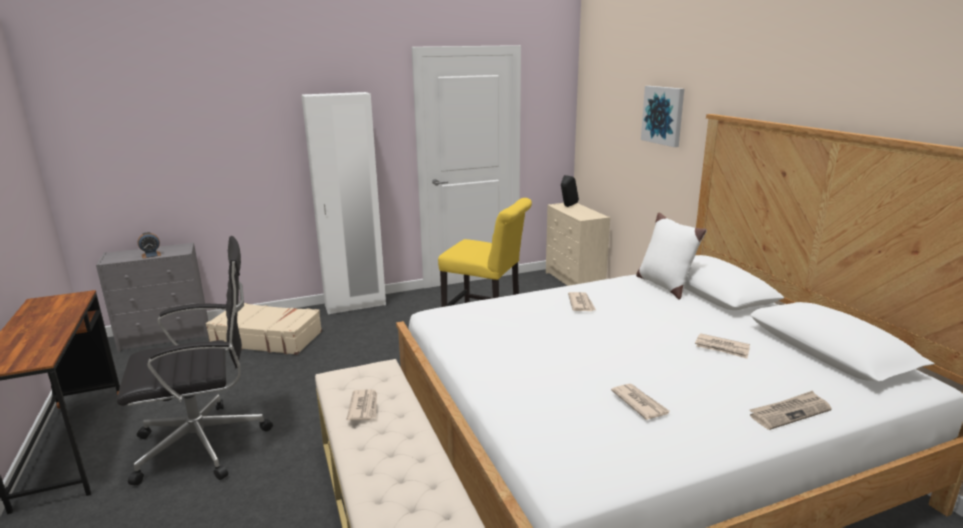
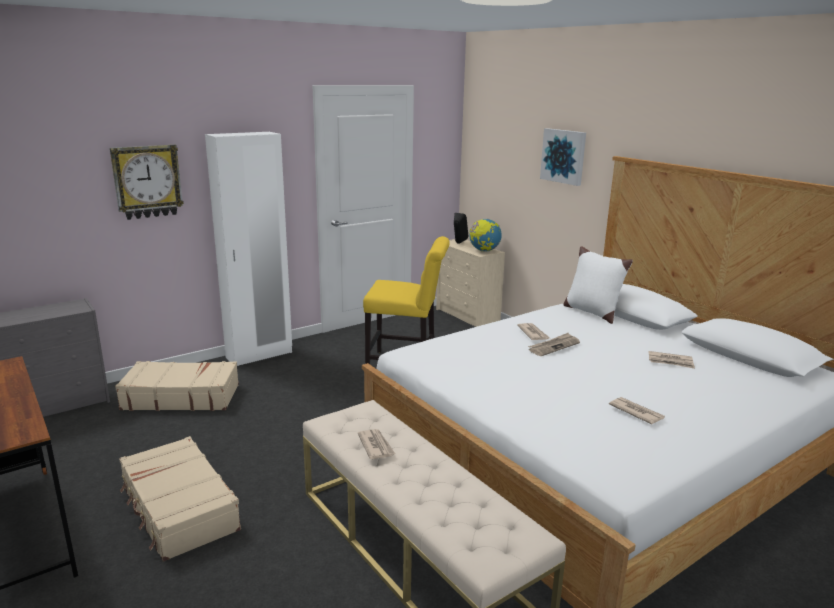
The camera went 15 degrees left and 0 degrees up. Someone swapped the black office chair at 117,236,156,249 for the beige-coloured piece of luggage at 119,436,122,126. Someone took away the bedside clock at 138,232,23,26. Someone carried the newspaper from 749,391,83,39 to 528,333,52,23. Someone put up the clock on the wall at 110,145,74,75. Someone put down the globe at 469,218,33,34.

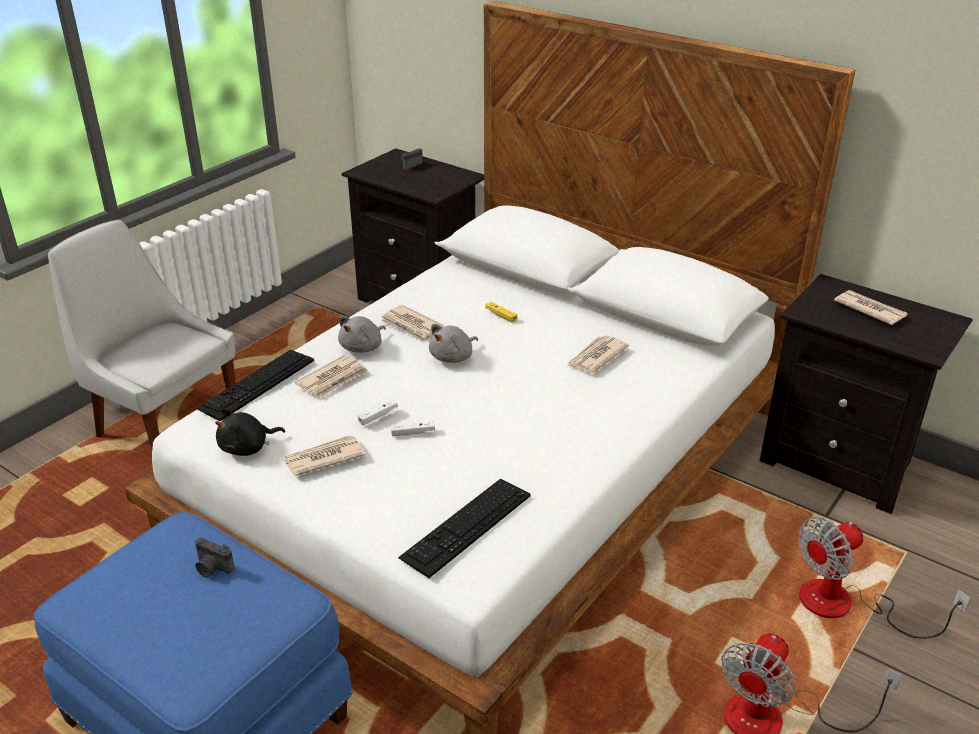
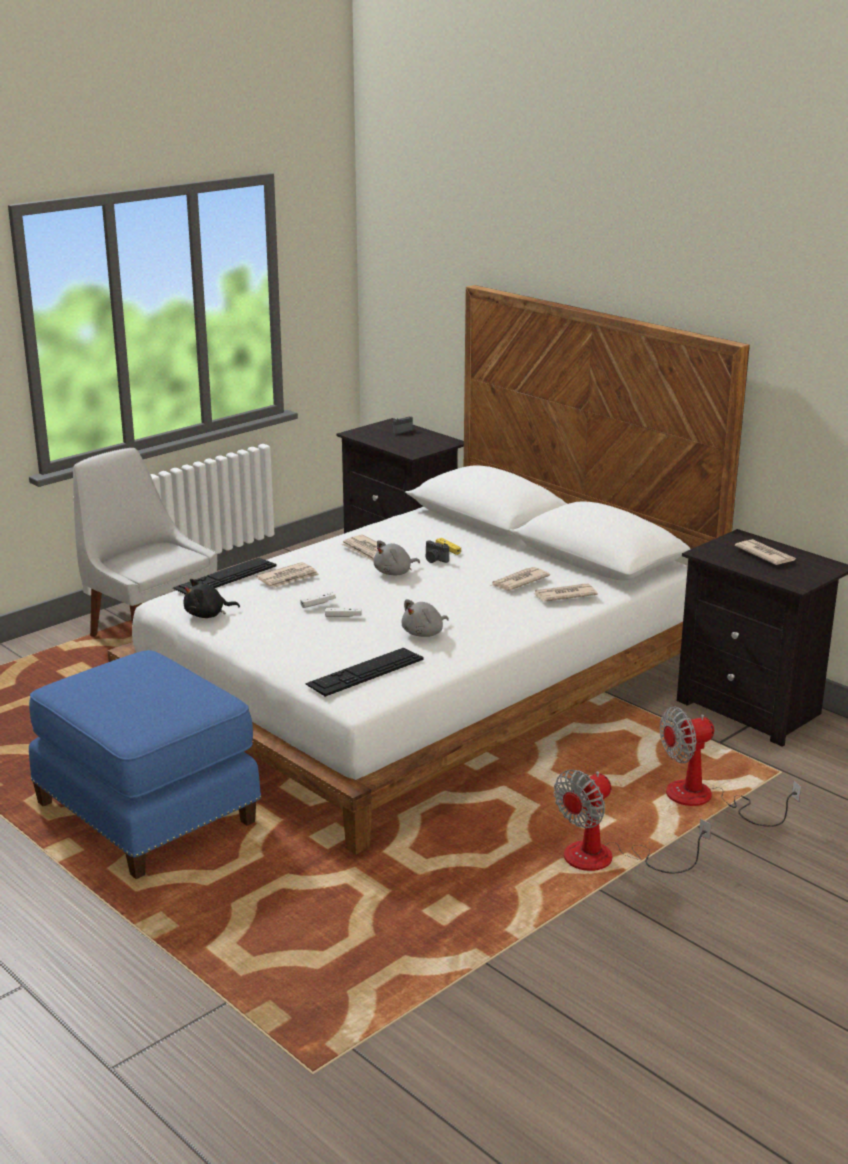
The camera went 10 degrees right and 10 degrees down. Someone carried the still camera from 195,538,40,40 to 425,541,24,22. Someone carried the newspaper from 283,435,83,41 to 534,584,64,18. Someone carried the gray soft toy from 338,316,48,37 to 401,599,48,38.

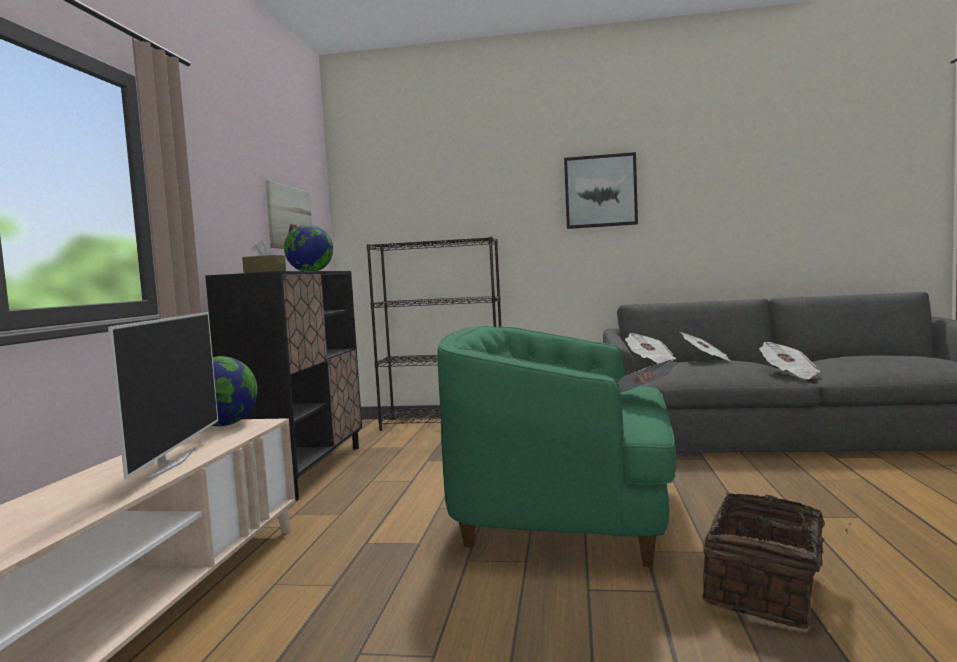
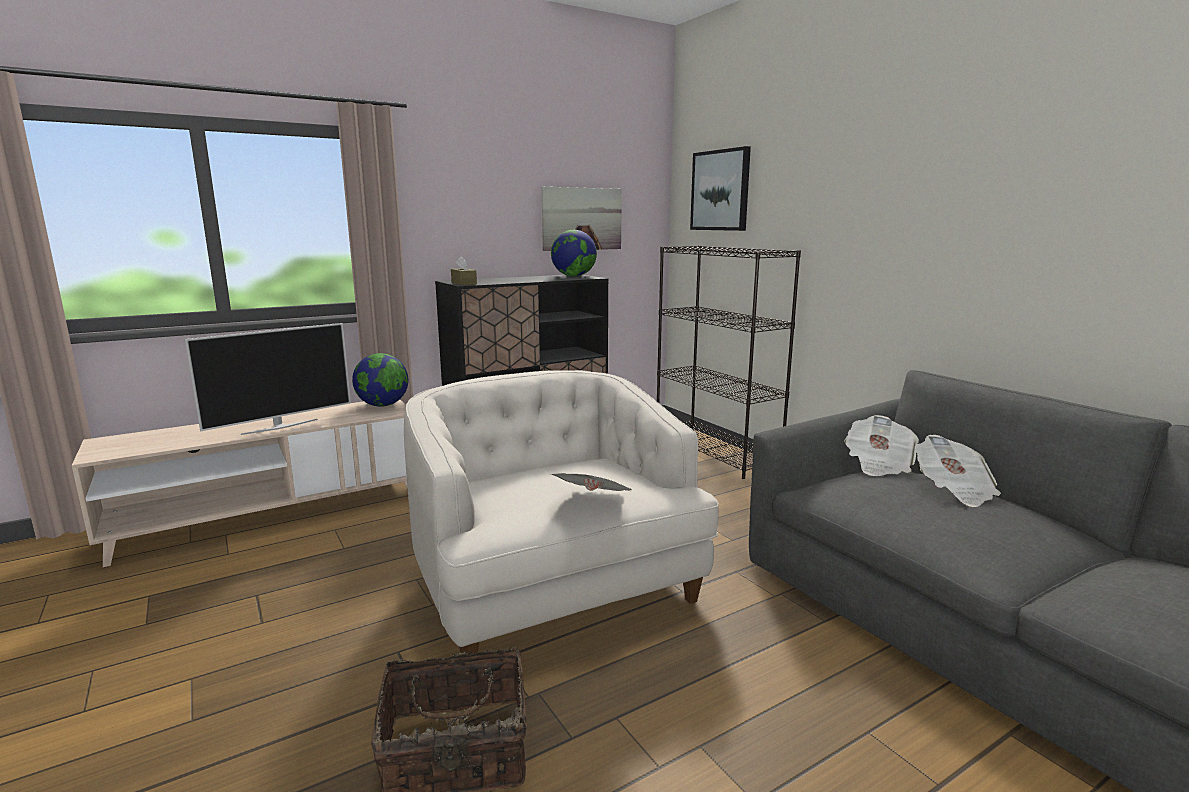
The camera went 50 degrees right and 10 degrees up. Someone repainted the green-coloured lounge chair at 437,326,239,241, which became the whitish lounge chair at 404,370,315,284. Someone carried the wall picture from 564,152,74,77 to 690,146,61,85. Someone took away the newspaper at 759,342,61,37.

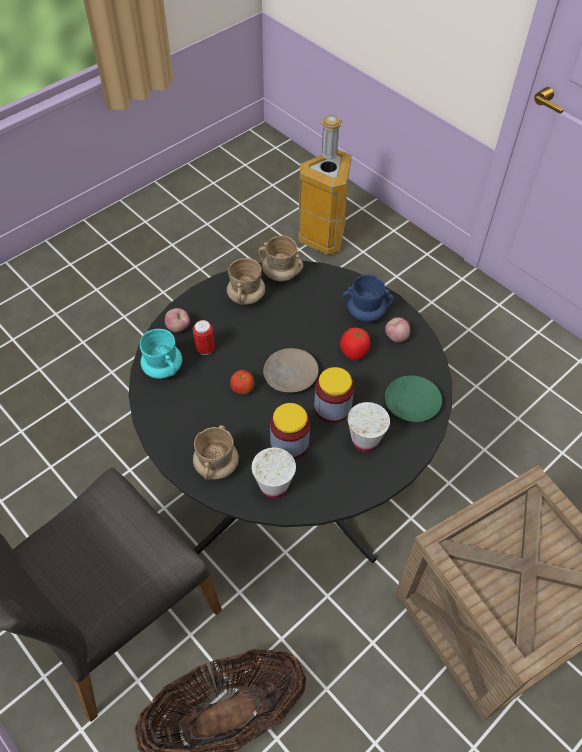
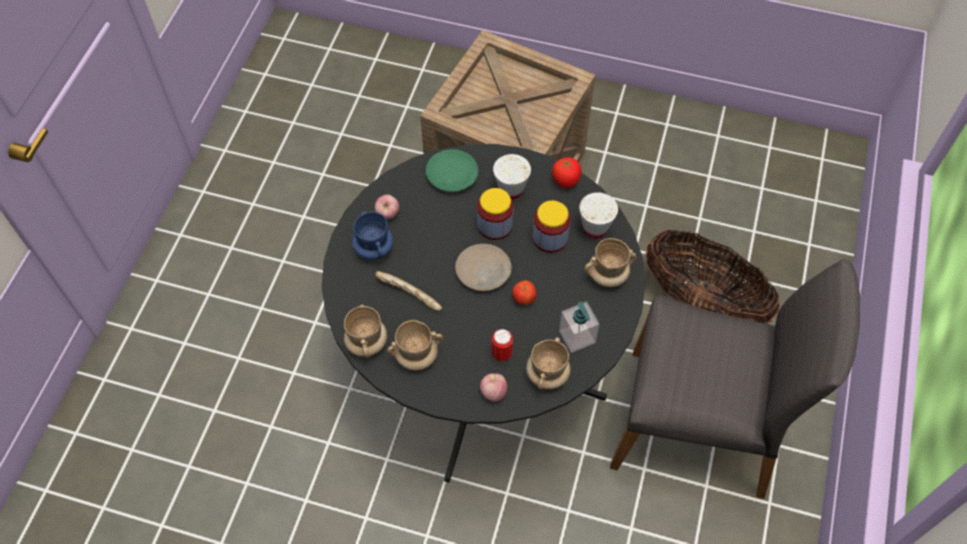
The camera went 120 degrees left and 5 degrees up. Someone repainted the turquoise-coloured coffee mug at 140,329,42,50, which became the beige-coloured coffee mug at 526,338,45,51. Someone took away the trash can at 298,115,54,140. Someone carried the whole tomato from 340,328,30,32 to 552,157,30,31. Someone put down the baked bread at 375,271,67,40. Someone put down the soap bottle at 559,301,40,52.

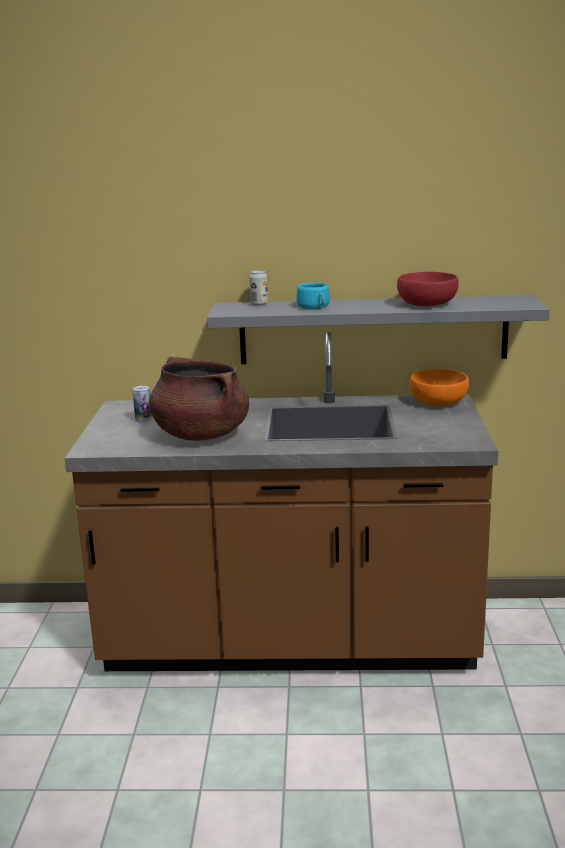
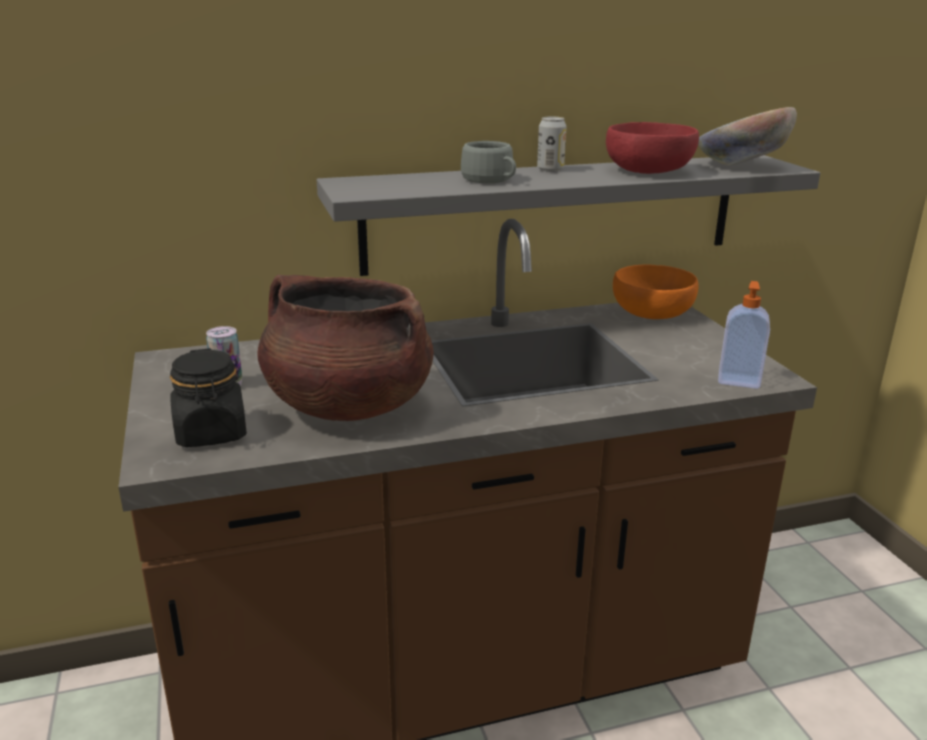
The camera went 20 degrees left and 5 degrees up. Someone carried the metal can from 249,270,19,36 to 537,116,30,56. Someone repainted the turquoise-coloured small cup at 297,282,33,27, which became the gray small cup at 461,141,55,42. Someone put down the black jar at 170,348,77,99. Someone put down the bowl at 698,107,99,58. Someone put down the soap bottle at 718,281,52,108.

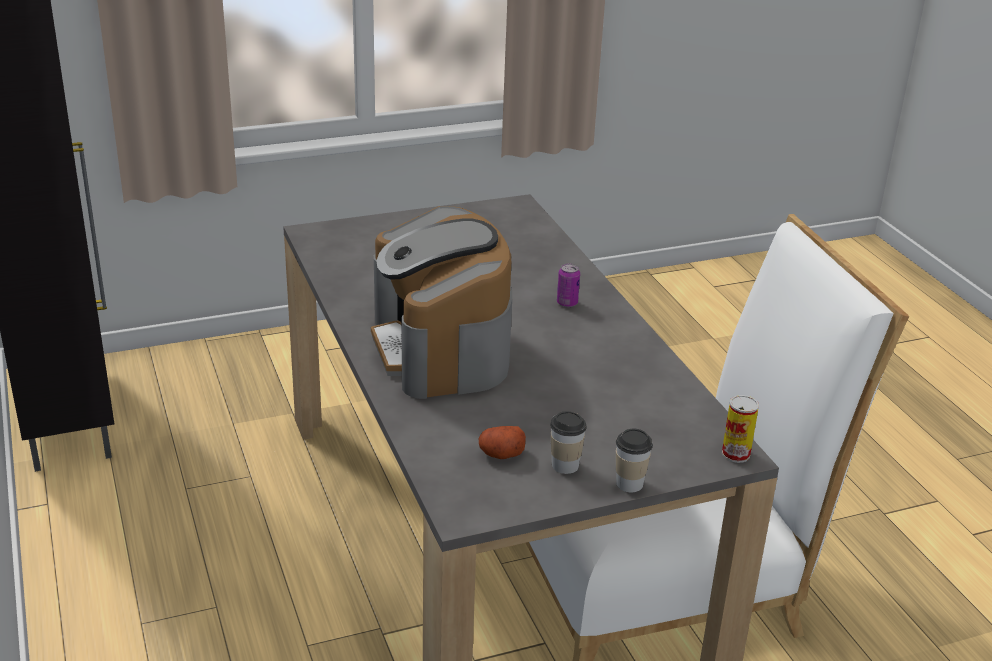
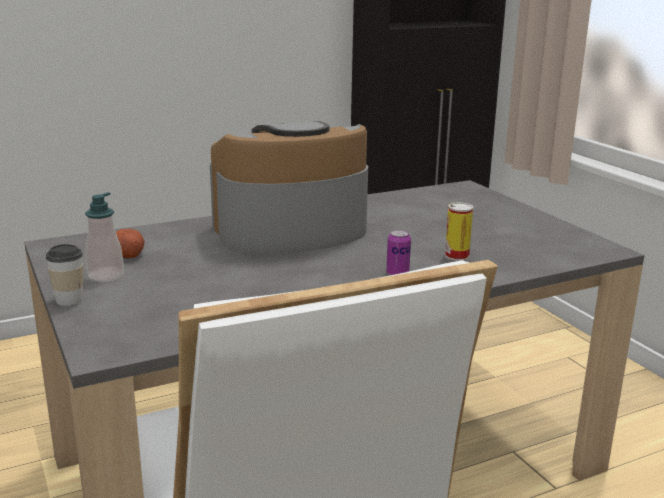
The camera went 85 degrees right and 10 degrees down. Someone swapped the small cup at 550,411,37,63 for the soap bottle at 85,192,39,90. Someone carried the metal can from 722,395,37,68 to 445,202,28,59.

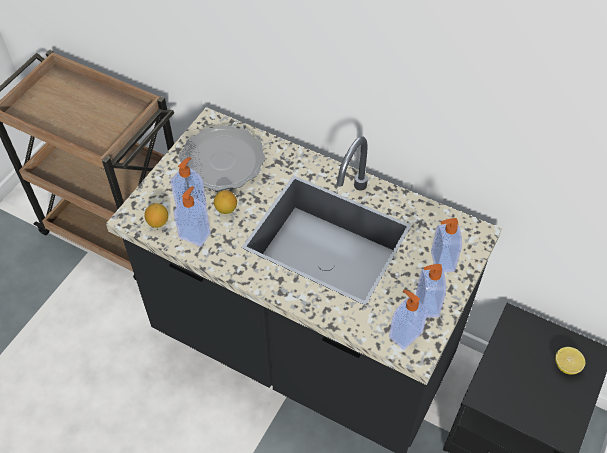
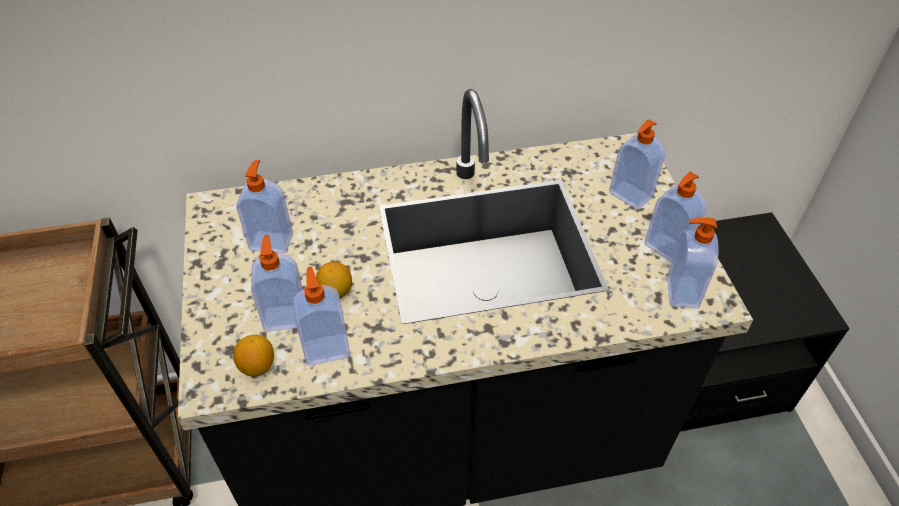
The camera went 40 degrees left and 5 degrees down. Someone swapped the plate at 179,125,86,66 for the soap bottle at 236,160,57,94. Someone took away the citrus fruit at 555,347,30,27.

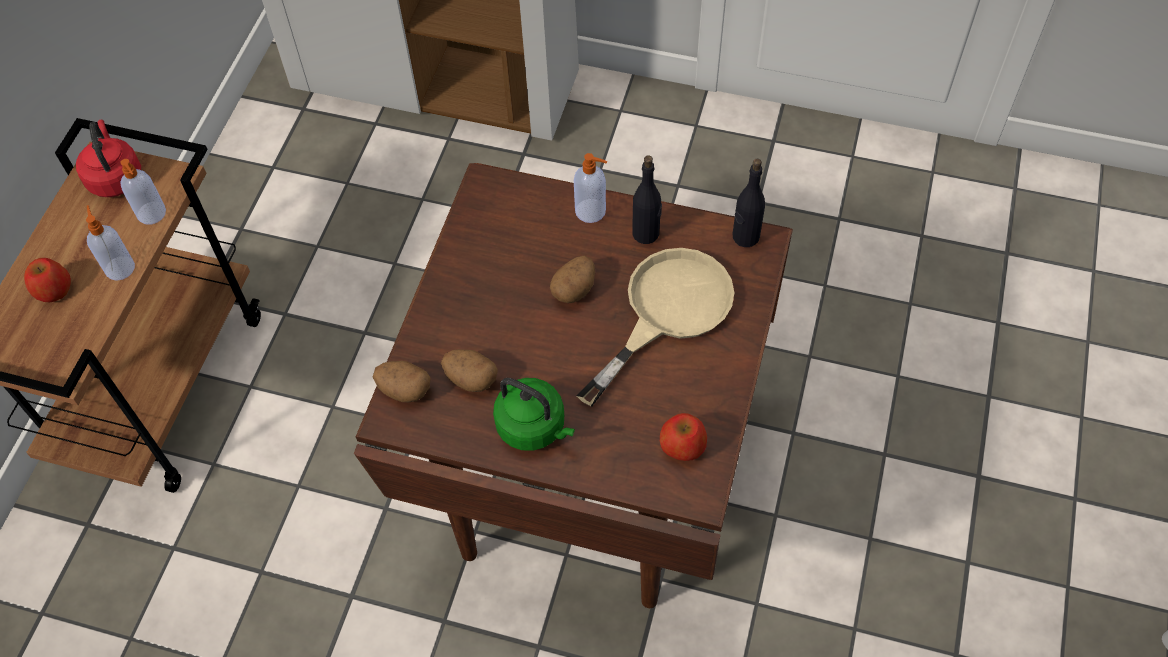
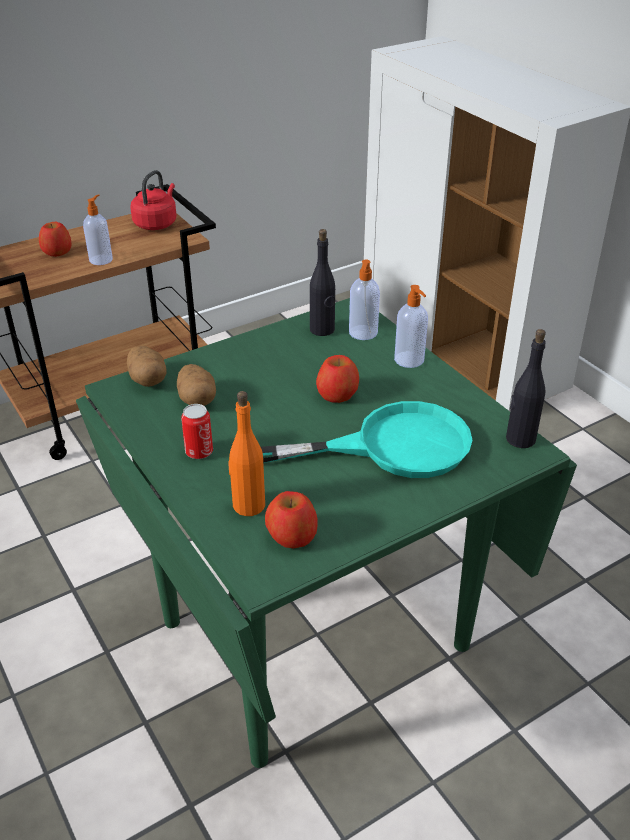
The camera went 40 degrees right and 20 degrees down. Someone carried the soap bottle from 120,159,46,66 to 349,260,31,80. Someone repainted the brownish kitchen table at 354,163,439,445, which became the green-coloured kitchen table at 76,298,501,470. Someone swapped the green-coloured kettle at 493,378,82,73 for the metal can at 181,404,32,55. Someone swapped the whole potato at 550,256,45,47 for the whole apple at 316,355,43,48. Someone repainted the beige-coloured pan at 577,248,157,159, which became the turquoise-coloured pan at 261,401,211,77. Someone carried the black drink bottle from 632,155,30,89 to 310,229,25,107. Someone put down the orangey drink bottle at 228,391,37,125.

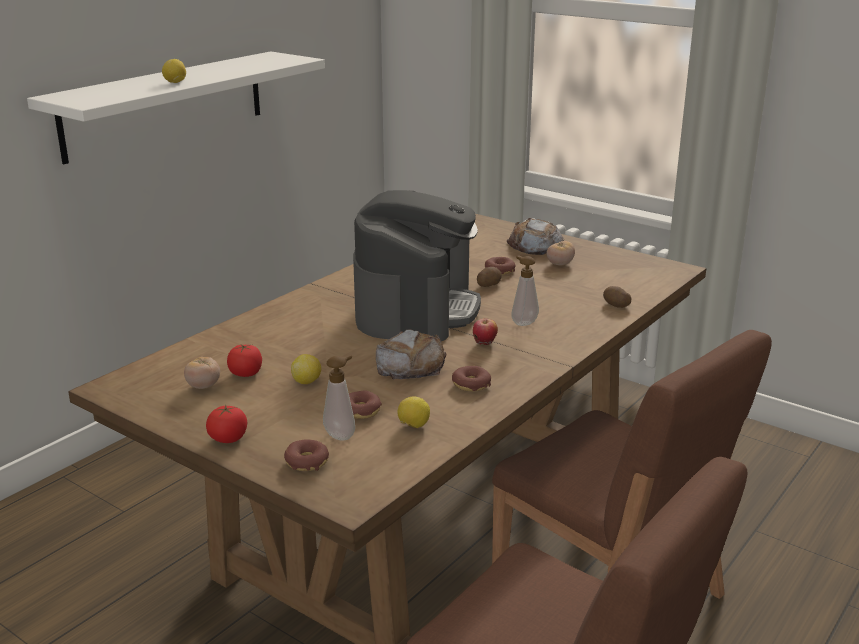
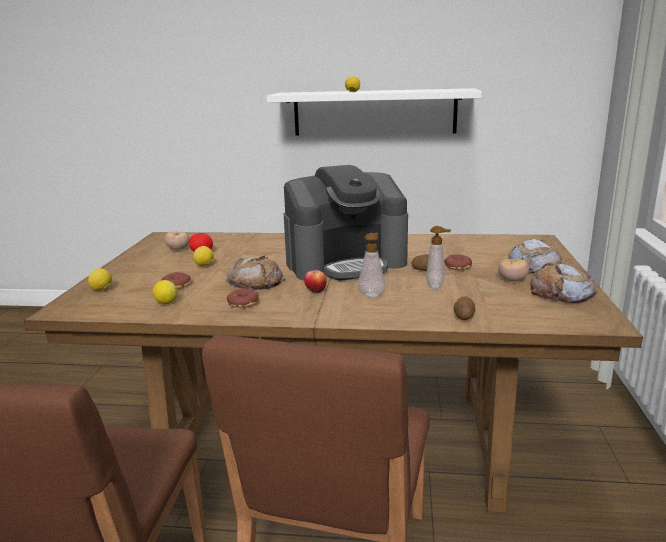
The camera went 60 degrees right and 5 degrees down. Someone took away the whole tomato at 206,405,41,38. Someone swapped the donut at 284,439,45,32 for the citrus fruit at 88,268,24,23. Someone carried the soap bottle from 323,354,32,86 to 426,226,25,63. Someone put down the baked bread at 530,263,67,40.

